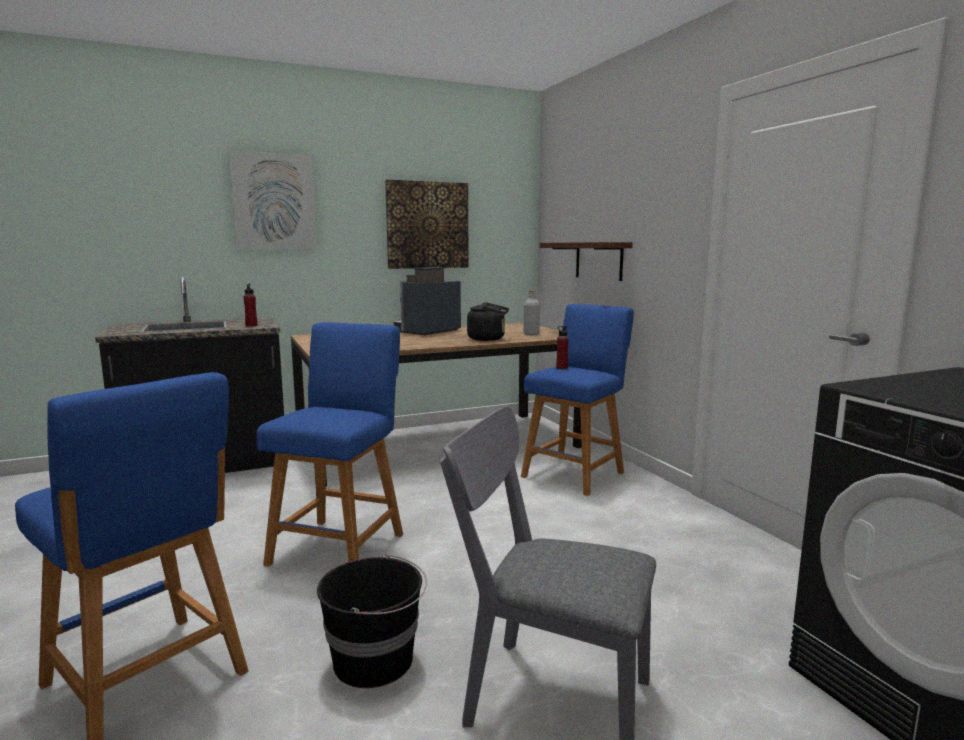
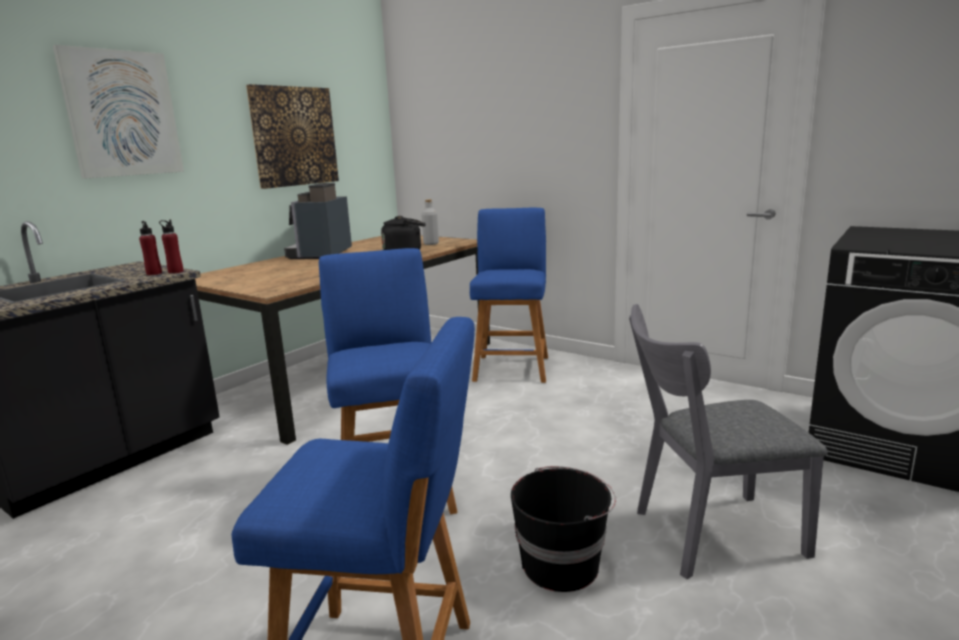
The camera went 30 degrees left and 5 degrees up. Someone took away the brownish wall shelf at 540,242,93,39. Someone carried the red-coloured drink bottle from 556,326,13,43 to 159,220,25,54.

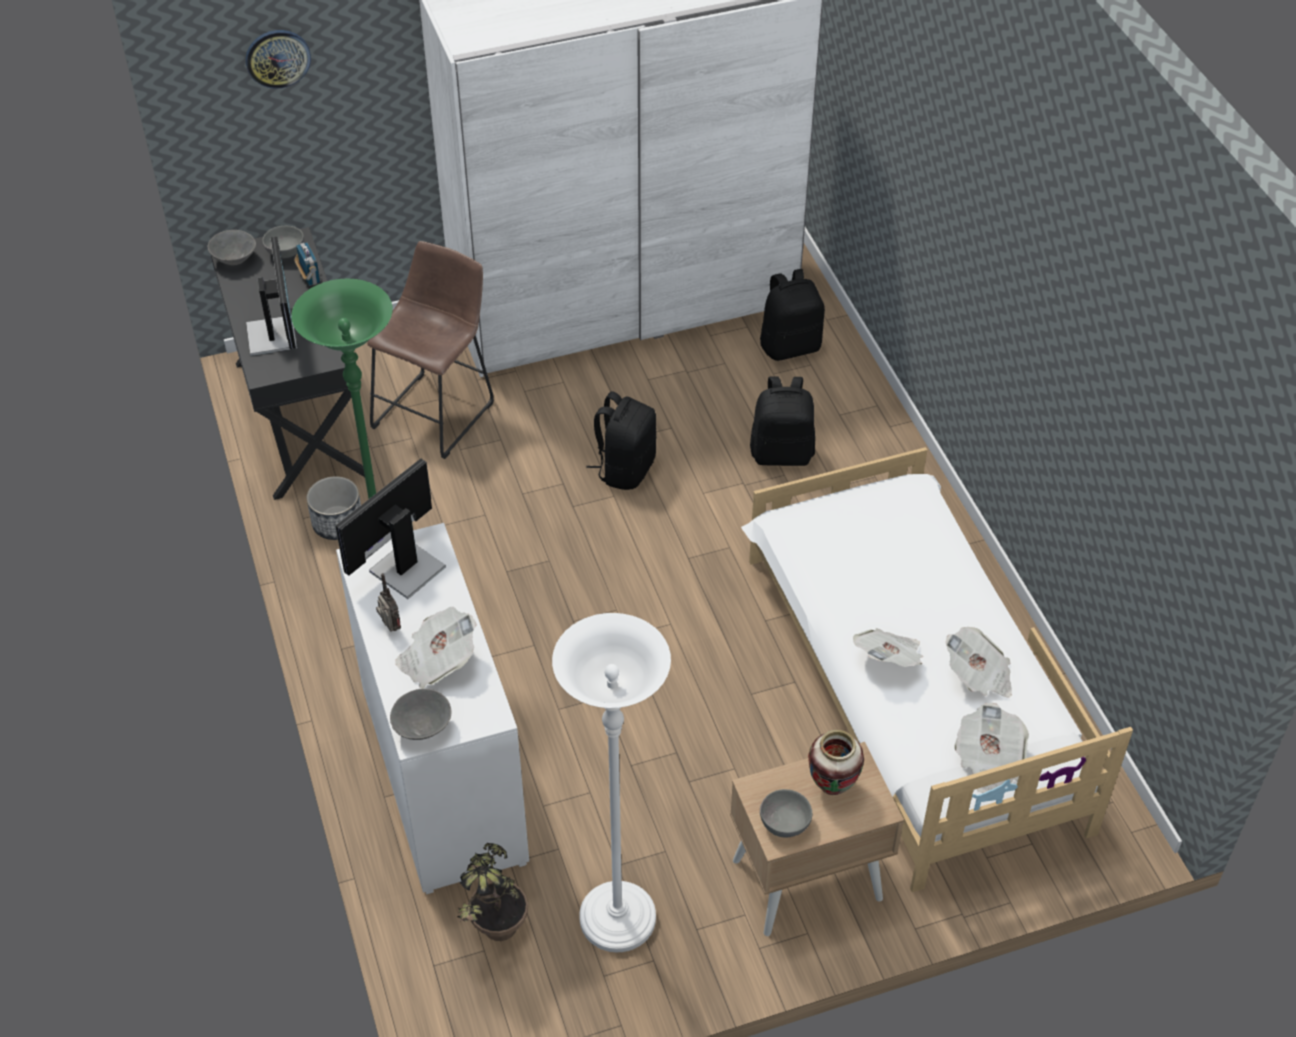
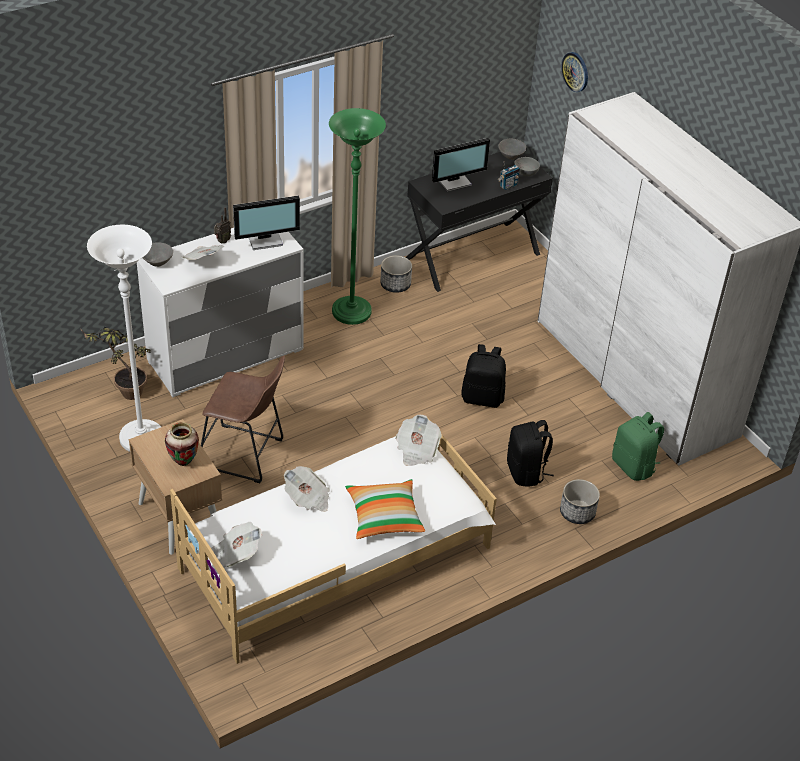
The camera went 75 degrees right and 5 degrees down. Someone rotated the monitor at 335,459,111,140 by 135 degrees clockwise. Someone carried the brownish sitting stool from 367,241,127,218 to 201,356,84,127. Someone repainted the black backpack at 760,269,65,92, which became the green-coloured backpack at 612,412,52,69. Someone took away the gray bowl at 760,789,52,48. Someone carried the newspaper from 946,627,66,70 to 396,414,46,52. Someone put down the pillow at 345,479,80,60. Someone put down the plant pot at 560,479,40,45.

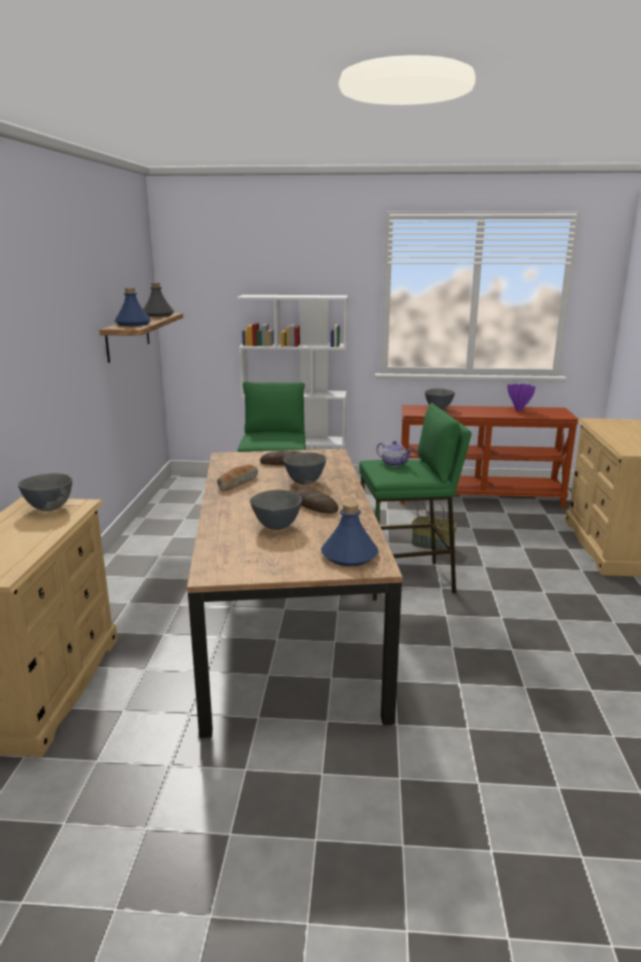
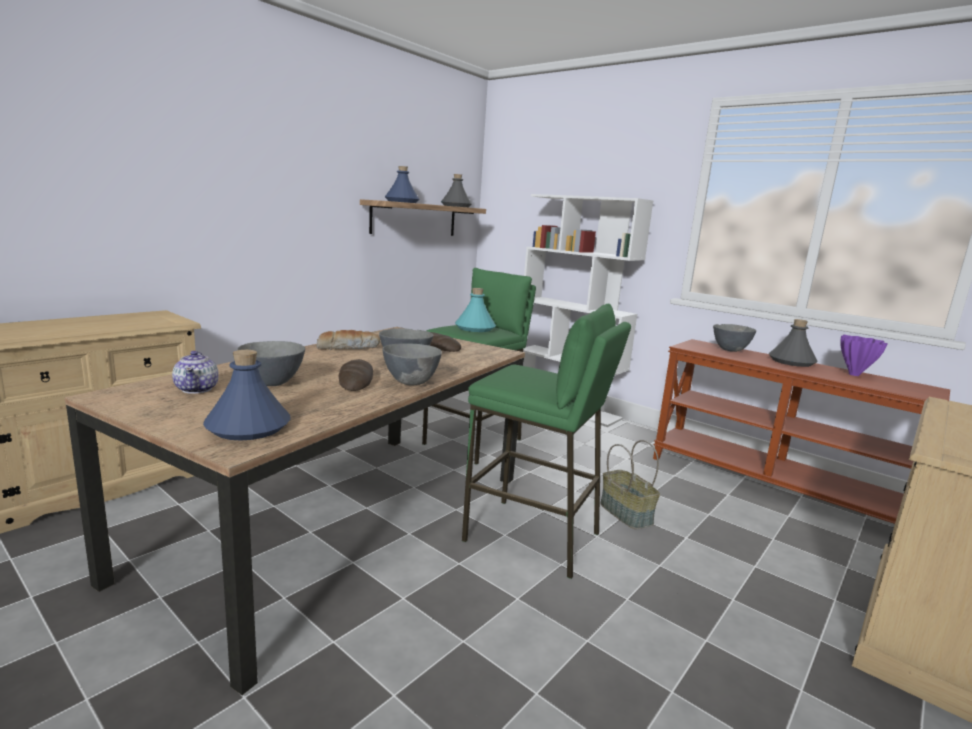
The camera went 35 degrees right and 5 degrees down. Someone carried the gray bowl from 18,473,54,38 to 382,343,60,43. Someone carried the teapot from 376,441,37,26 to 172,351,46,43. Someone put down the turquoise-coloured drink bottle at 455,288,41,44. Someone put down the gray drink bottle at 769,319,49,48.

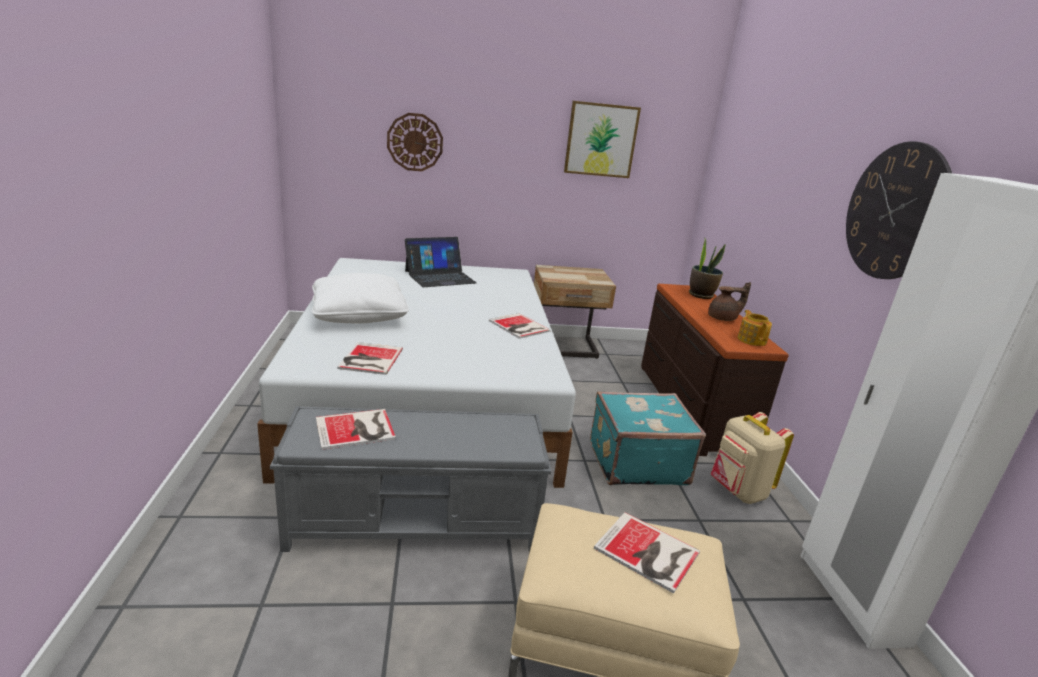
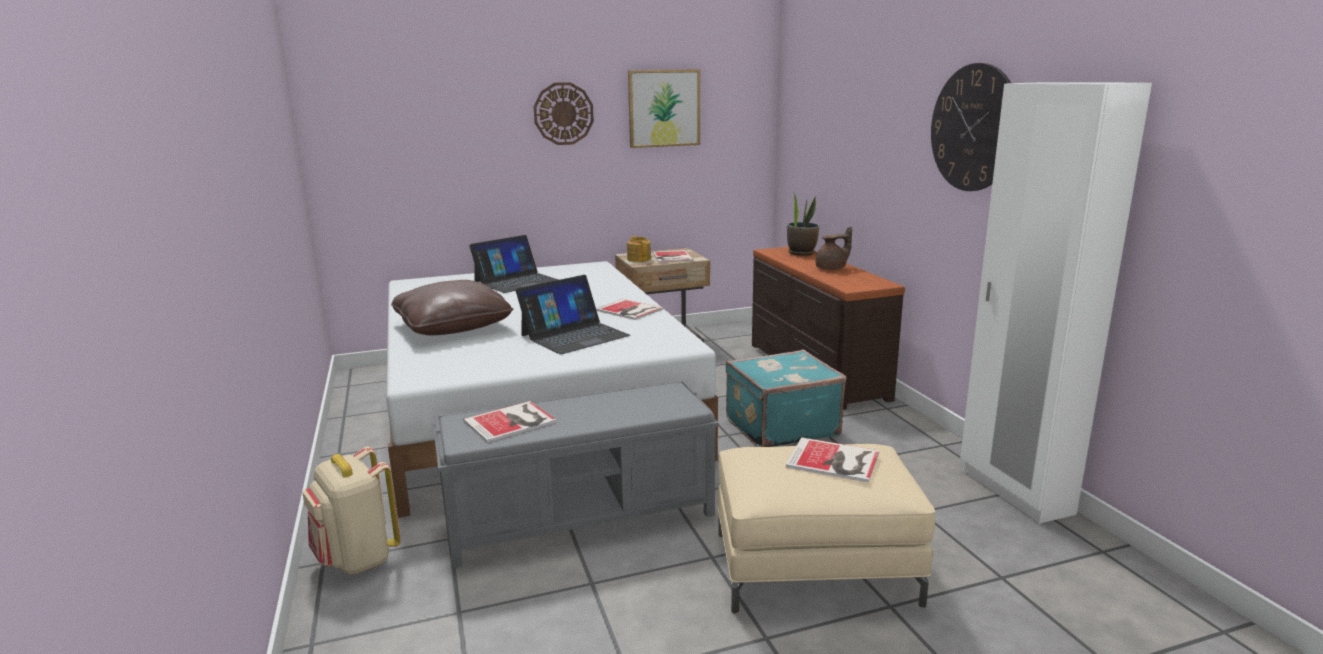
The camera went 10 degrees left and 5 degrees down. Someone repainted the whitish pillow at 312,273,97,50, which became the brownish pillow at 391,280,122,56. Someone carried the volume from 337,342,66,33 to 653,250,41,13. Someone carried the clock on the wall from 387,113,56,58 to 534,82,60,63. Someone carried the beige-coloured backpack from 711,412,83,92 to 302,447,99,128. Someone carried the teapot from 738,310,34,36 to 627,236,24,26. Someone put down the notebook computer at 516,275,114,79.

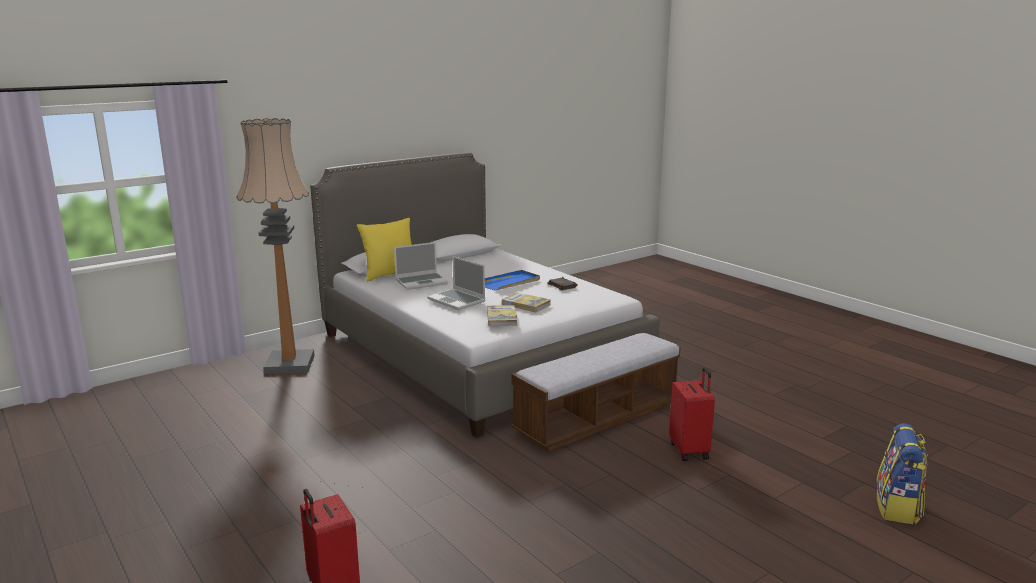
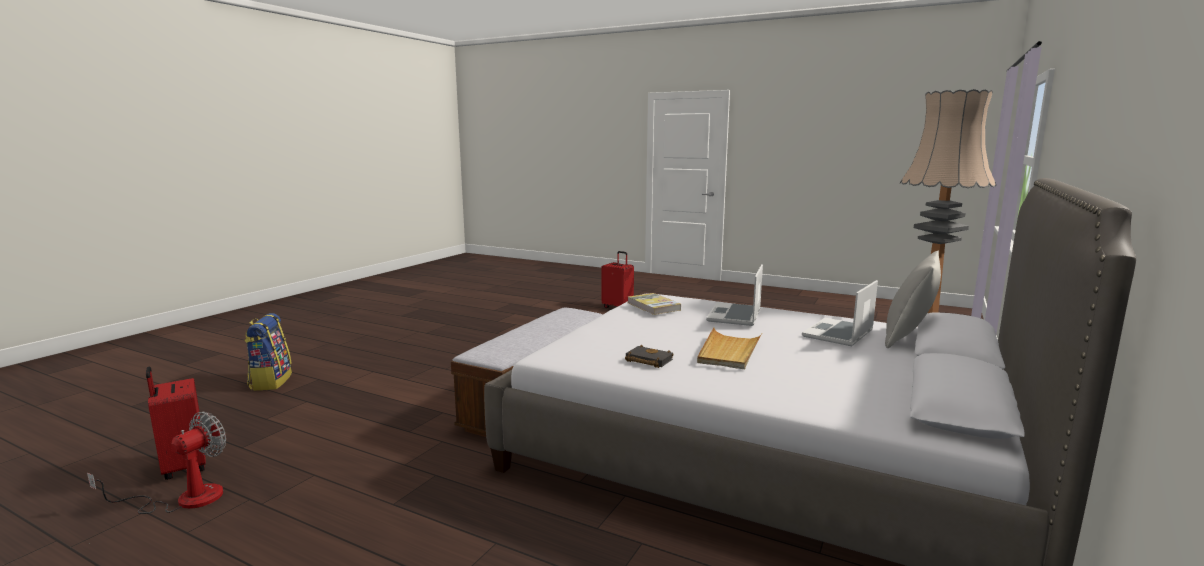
The camera went 155 degrees right and 5 degrees down. Someone repainted the yellowish pillow at 357,218,55,64, which became the gray pillow at 885,251,56,97. Someone rotated the notebook computer at 427,256,59,54 by 90 degrees counterclockwise. Someone repainted the blue-coloured tray at 485,270,55,21, which became the beige-coloured tray at 697,328,65,41. Someone took away the volume at 502,292,49,20. Someone carried the red-coloured piece of luggage from 669,367,46,94 to 146,367,60,113. Someone put down the electric fan at 87,412,139,102.

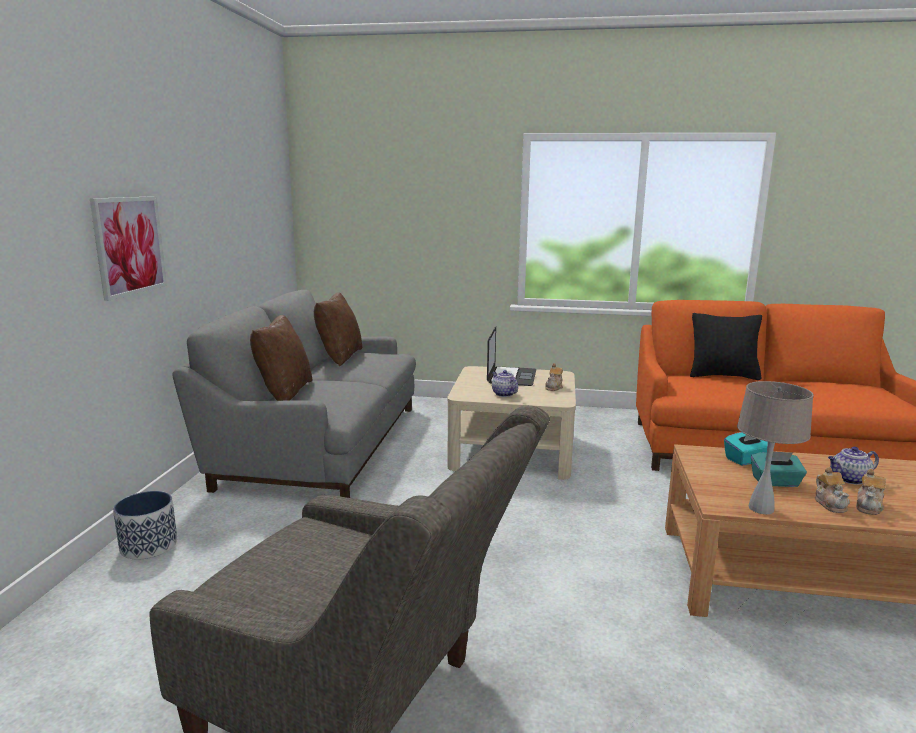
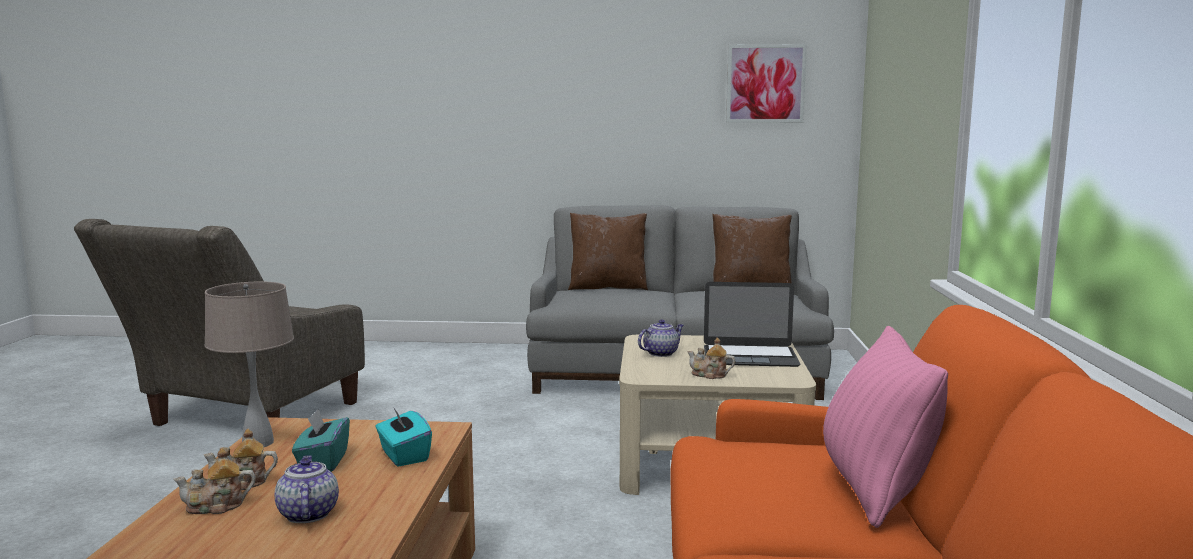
The camera went 85 degrees right and 5 degrees down. Someone carried the wall picture from 90,196,77,105 to 726,44,81,79. Someone took away the plant pot at 113,491,64,69. Someone repainted the black pillow at 690,313,72,67, which became the pinkish pillow at 823,326,125,202. Someone rotated the teapot at 856,469,30,46 by 45 degrees counterclockwise.

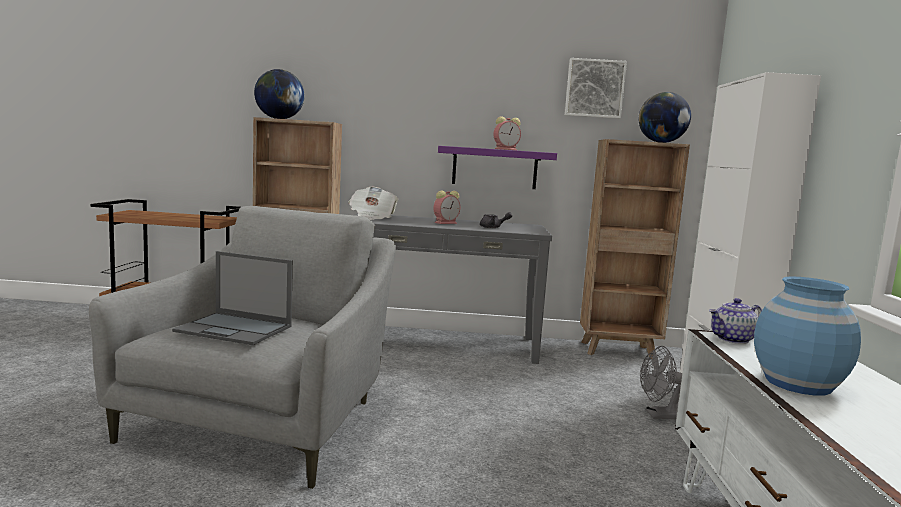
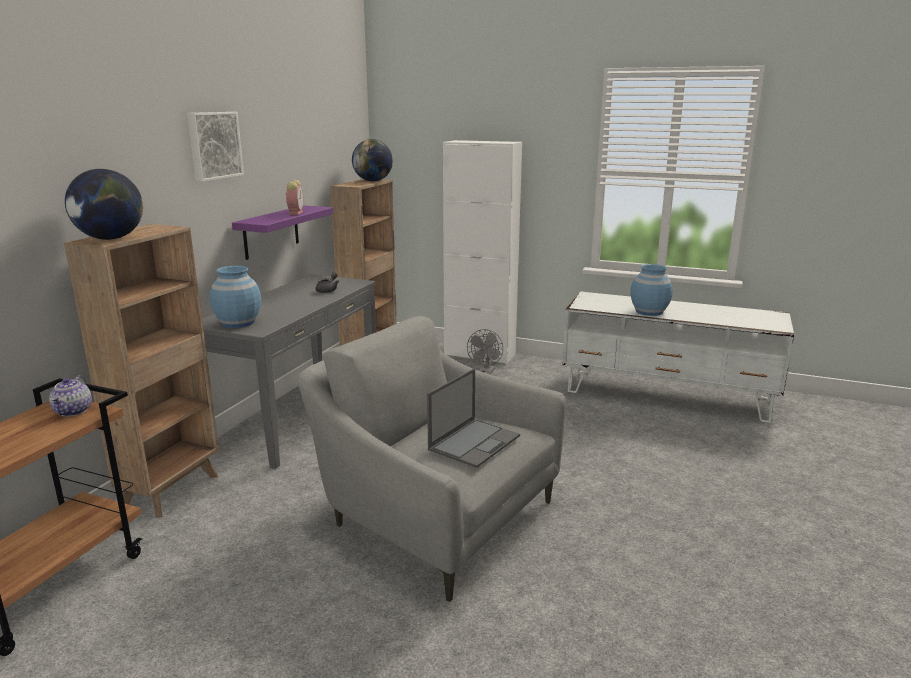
The camera went 70 degrees left and 10 degrees up. Someone swapped the newspaper at 349,187,49,33 for the blue-coloured flower vase at 210,266,51,62. Someone took away the bedside clock at 433,191,27,33. Someone carried the wall picture from 565,58,62,61 to 187,112,57,70. Someone carried the teapot from 709,298,53,46 to 49,375,43,41.

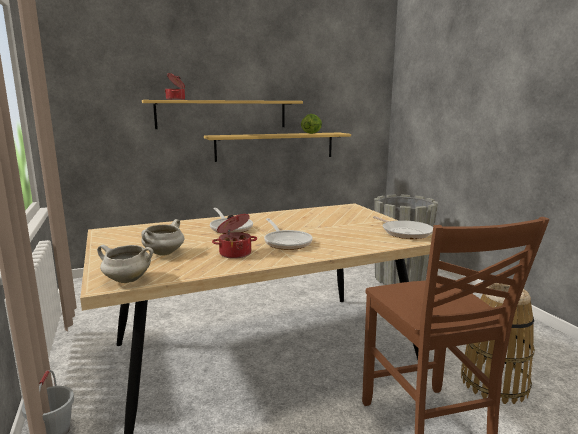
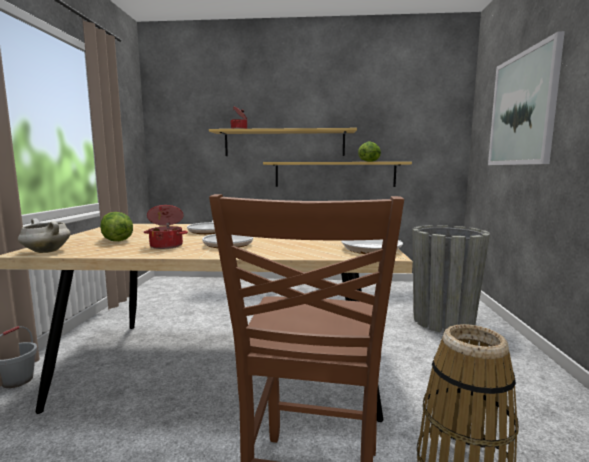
The camera went 25 degrees right and 5 degrees down. Someone swapped the whitish saucepot at 141,219,43,37 for the lettuce at 100,212,33,29. Someone put up the wall picture at 488,31,77,134.

